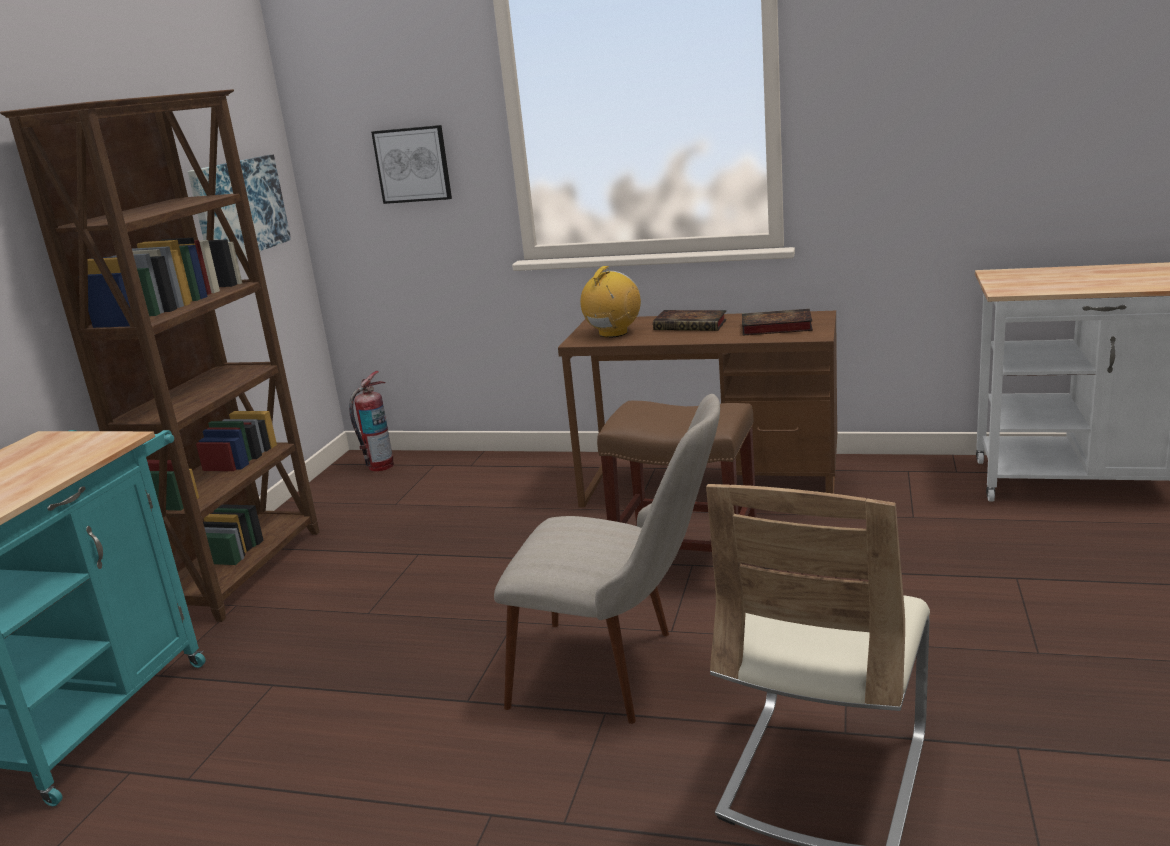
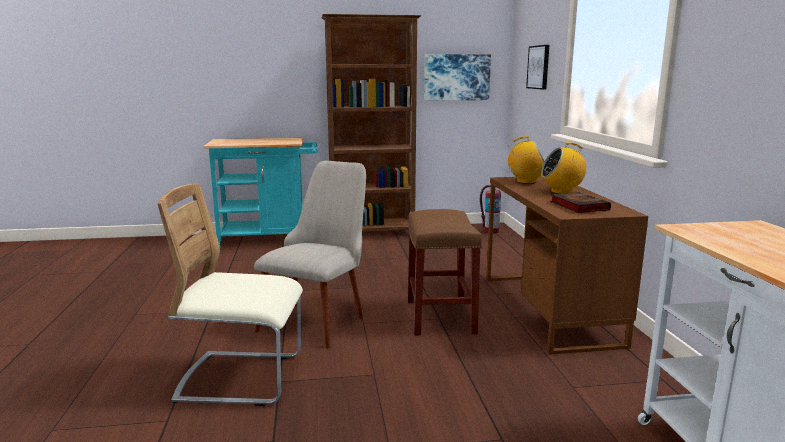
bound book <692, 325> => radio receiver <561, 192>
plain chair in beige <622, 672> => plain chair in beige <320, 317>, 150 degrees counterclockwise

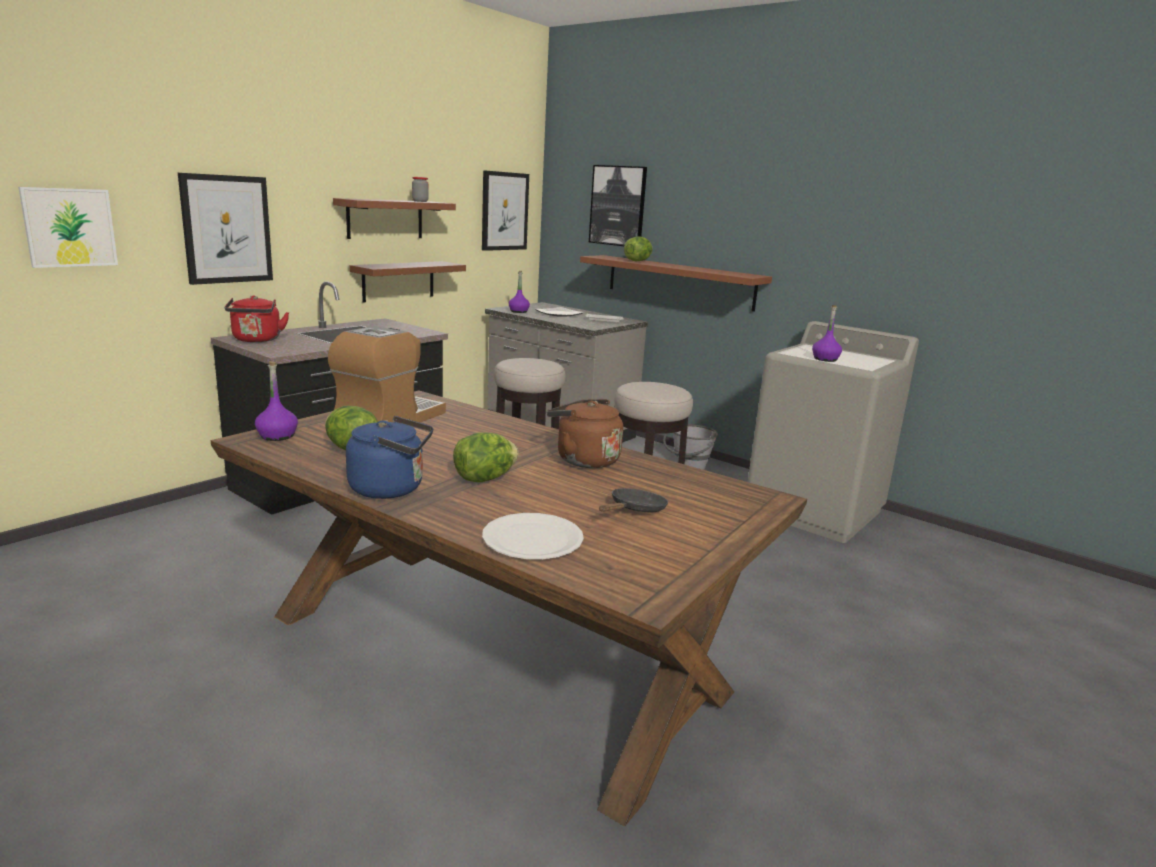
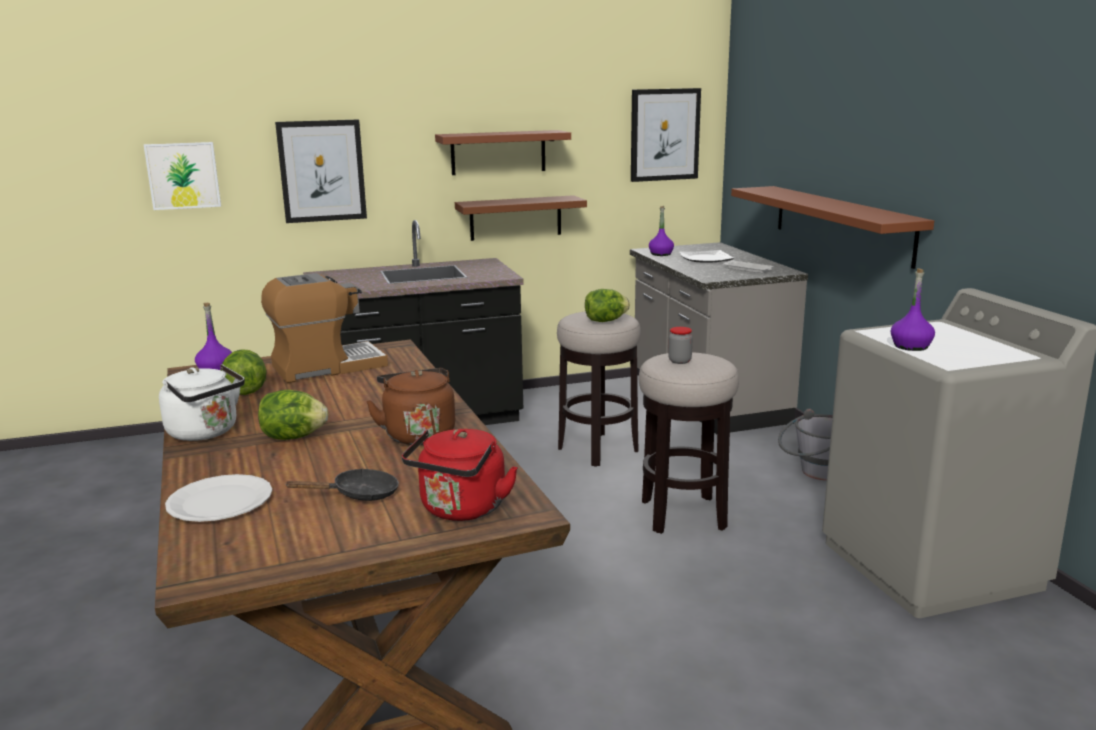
picture <618, 206> => nothing
water kettle in red <256, 340> => water kettle in red <461, 510>, moved
jar <420, 201> => jar <679, 361>, moved
lettuce <637, 261> => lettuce <605, 321>, moved
water kettle in blue <391, 489> => water kettle in white <206, 433>

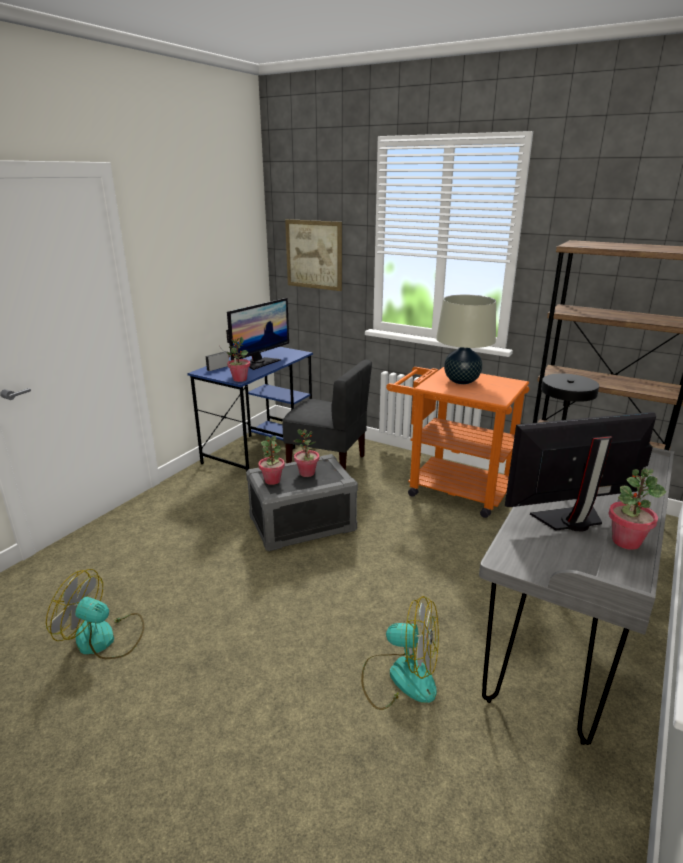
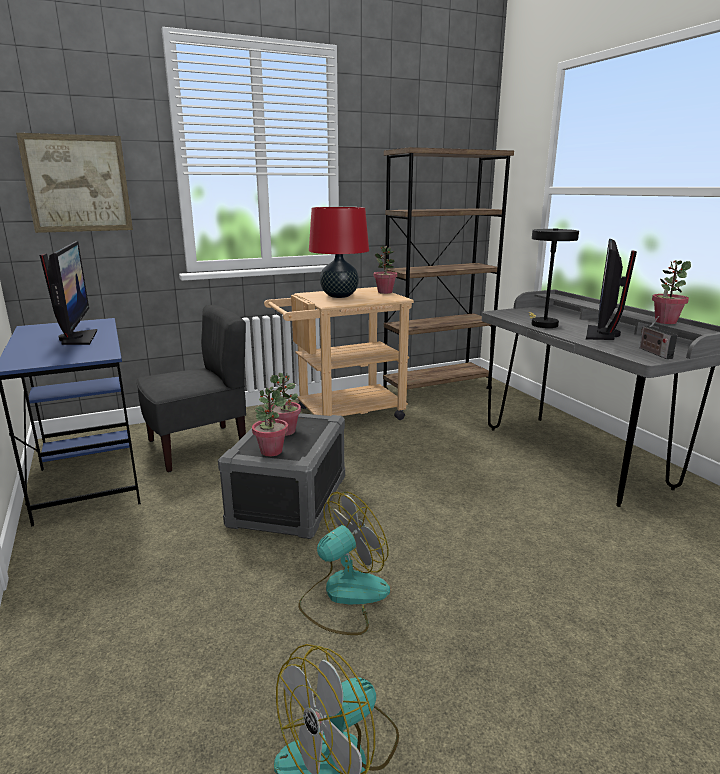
radio receiver <219, 367> => radio receiver <653, 352>, moved
houseplant <239, 379> => houseplant <385, 292>, moved
cooling fan <400, 677> => cooling fan <343, 596>, moved
trolley in orange <450, 488> => trolley in beige <341, 415>
tabletop lamp in beige <461, 381> => tabletop lamp in red <339, 296>

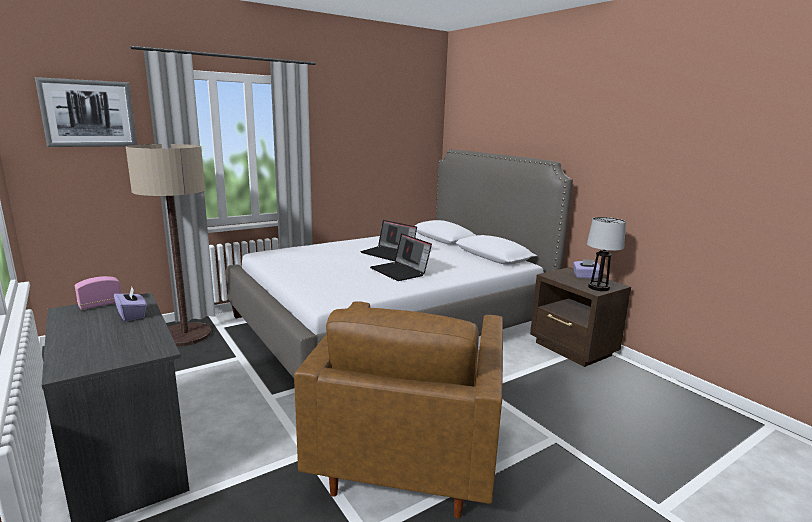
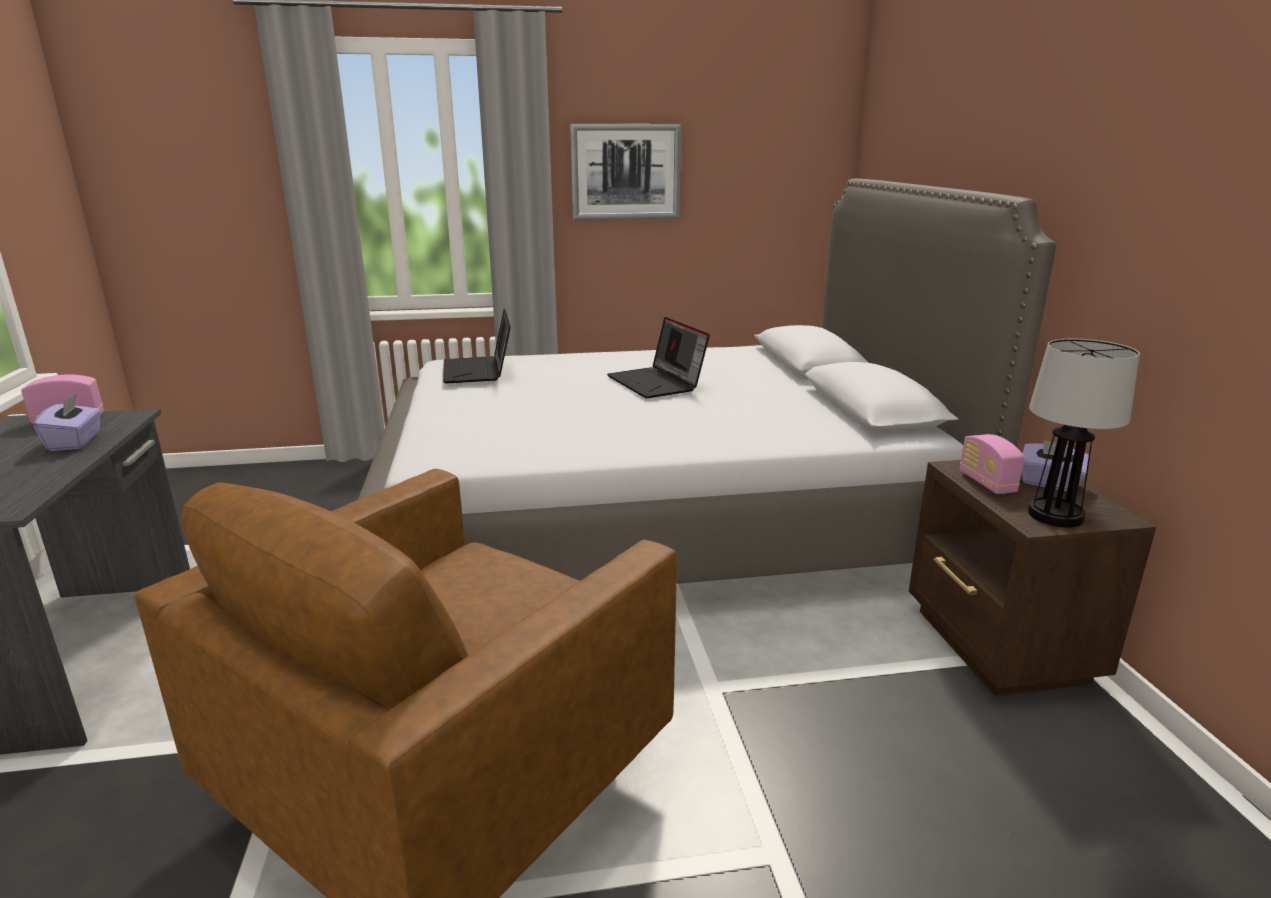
standard lamp <185, 335> => nothing
nothing => radio receiver <986, 483>
picture <89, 113> => picture <625, 172>, moved
laptop <400, 271> => laptop <479, 371>, moved

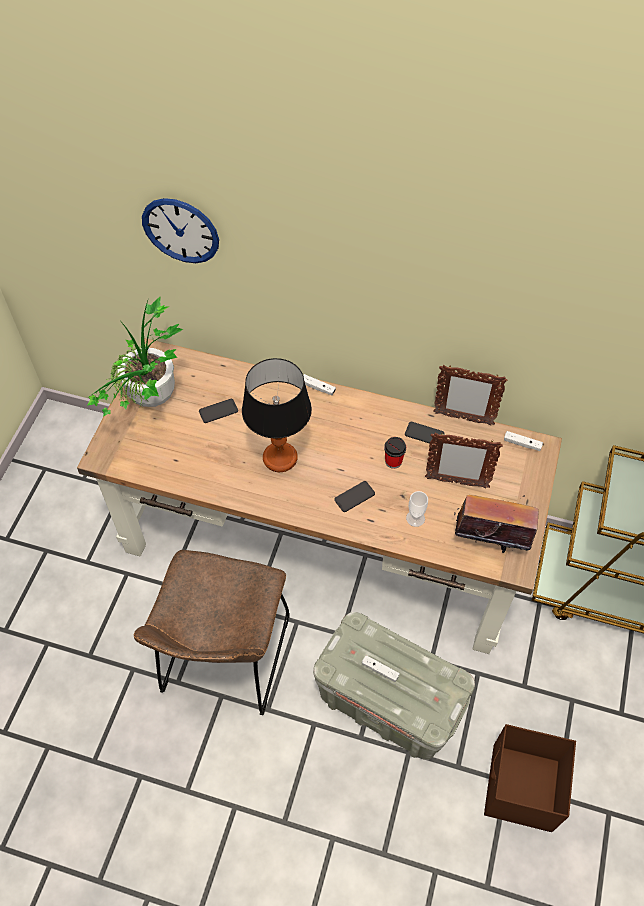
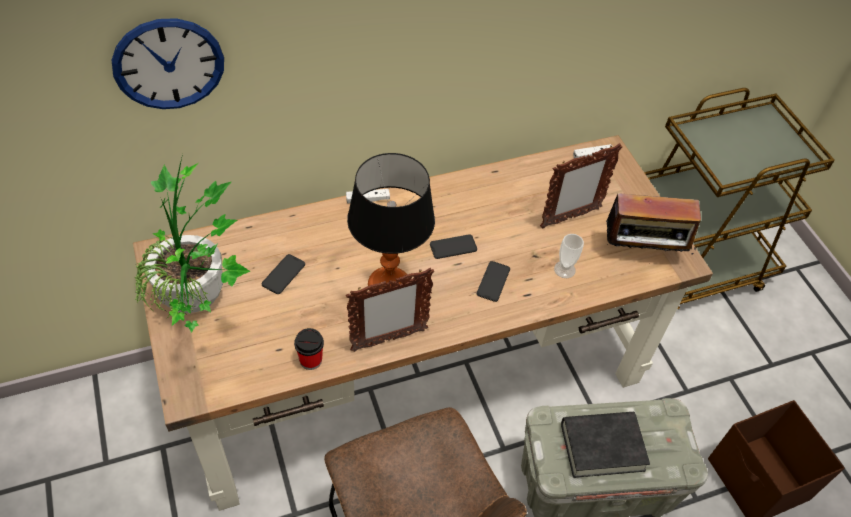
drinking cup <393, 461> => drinking cup <311, 360>, moved
handset <424, 434> => handset <453, 247>, moved
standing frame <462, 418> => standing frame <388, 340>, moved
game controller in white <380, 670> => bound book in black <602, 447>
radio receiver <489, 540> => radio receiver <642, 252>, 150 degrees counterclockwise

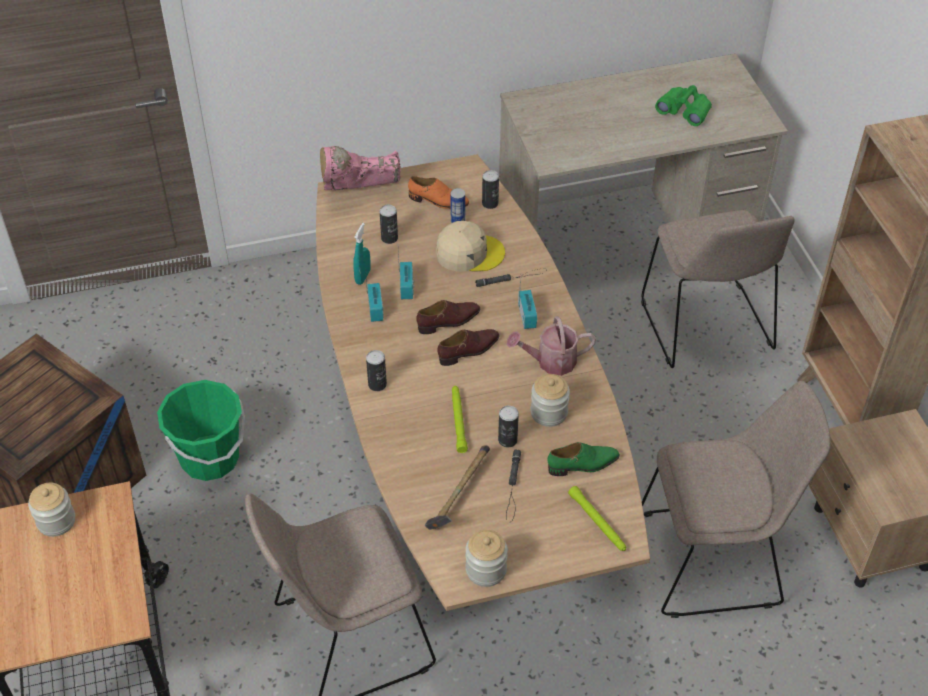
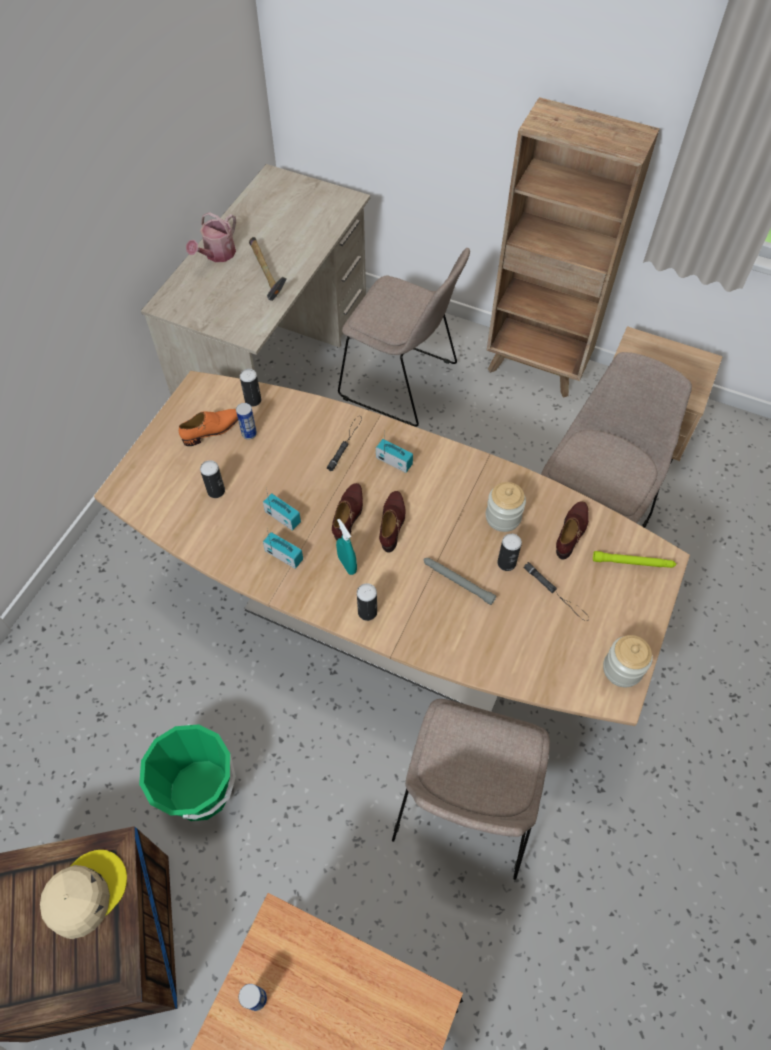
tall boot in pink <358, 193> => nothing
field glasses in green <685, 110> => nothing
spray bottle in blue-green <363, 277> => spray bottle in blue-green <347, 564>, moved
hand hammer <459, 496> => hand hammer <266, 275>, moved
cap in beige <469, 253> => cap in beige <85, 893>, moved
watering pot <550, 362> => watering pot <217, 255>, moved
jar <56, 521> => can <256, 999>
flashlight in green <458, 420> => flashlight in grey <457, 582>
low shoe in green <583, 465> => low shoe in brown-coloured <571, 532>

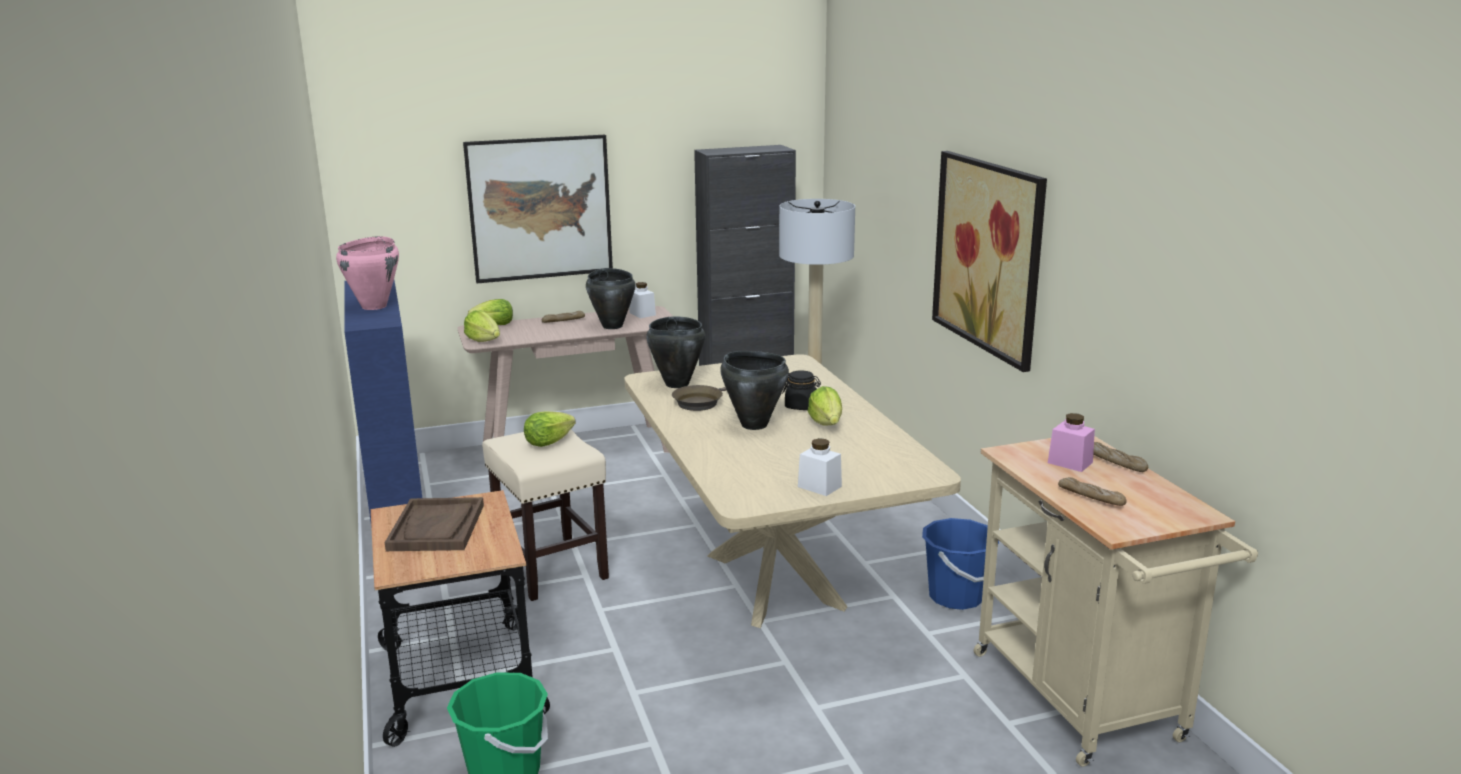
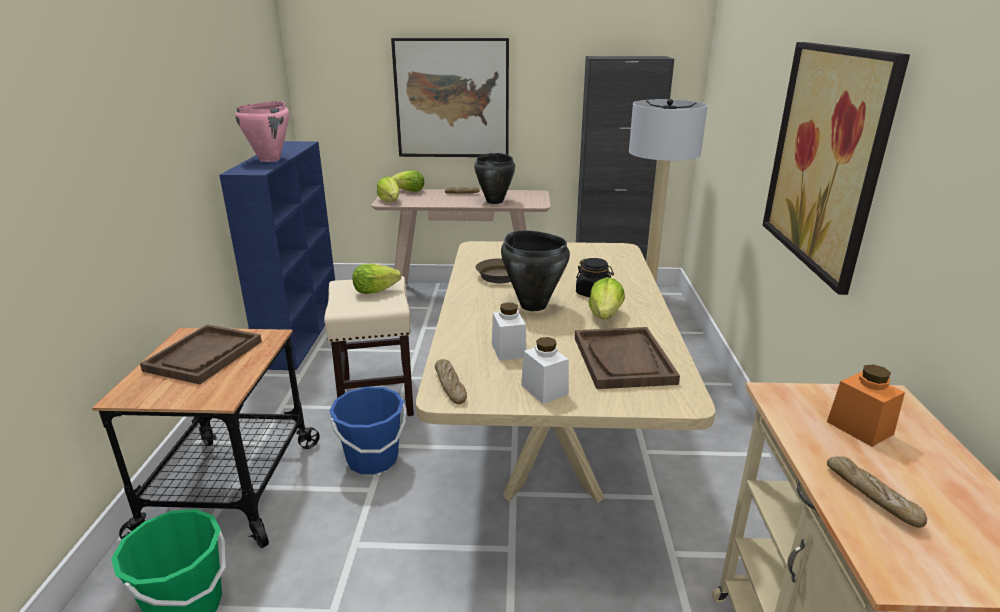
saucepot in black <676, 384> => nothing
nothing => carrying tray in brown-coloured <623, 360>
jar in white <642, 314> => jar in white <508, 350>, moved
water bucket in blue <956, 596> => water bucket in blue <372, 459>, moved
baked bread <1115, 462> => baked bread <450, 386>, moved
jar in pink <1070, 462> => jar in orange <859, 428>

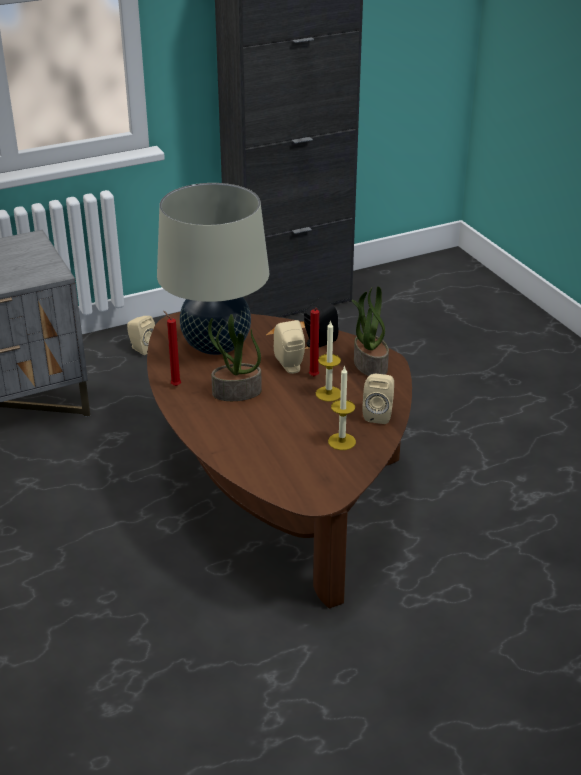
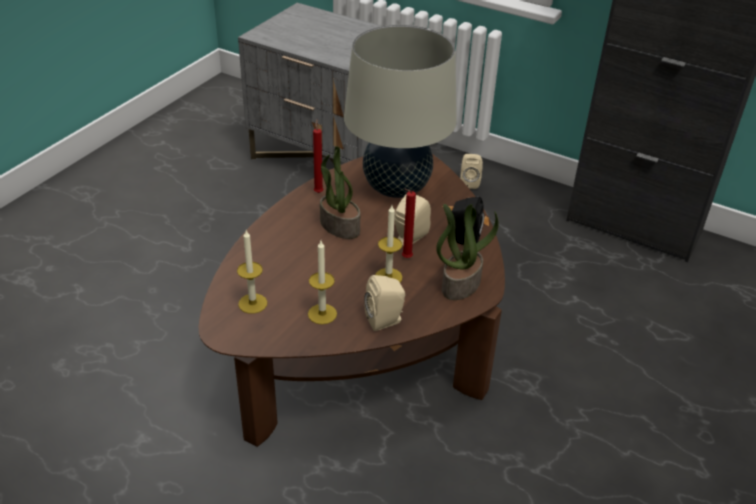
nothing => wax light <252, 303>

